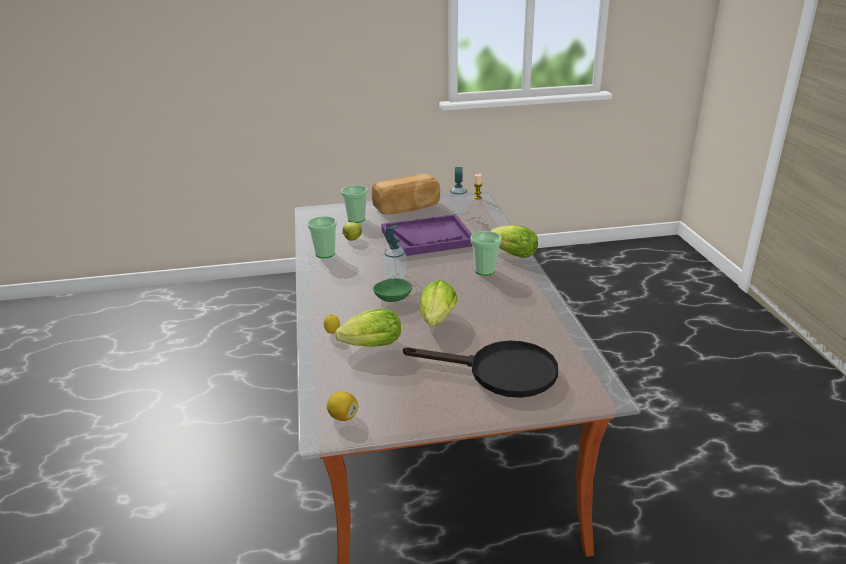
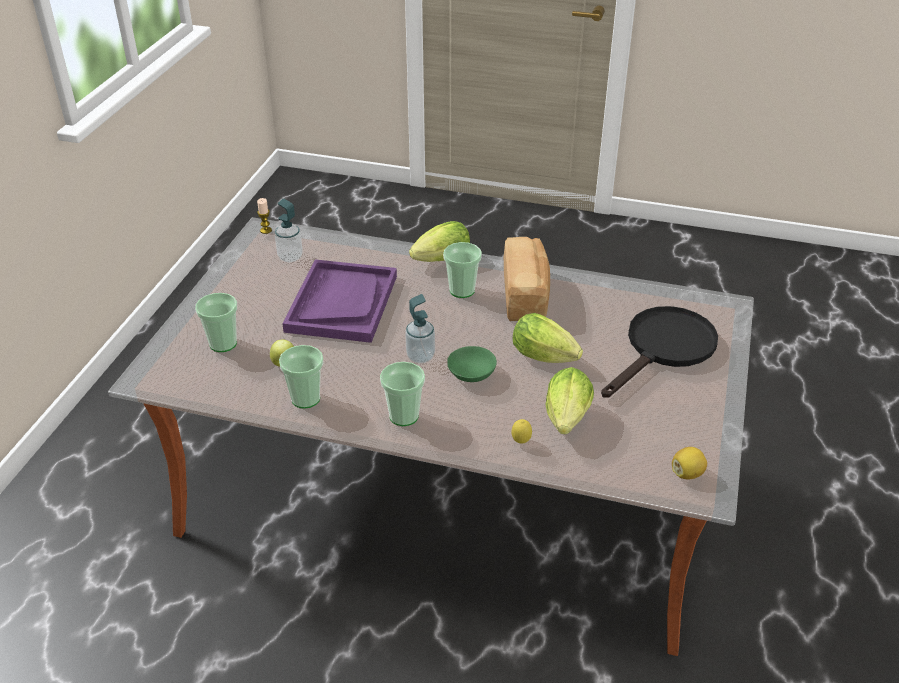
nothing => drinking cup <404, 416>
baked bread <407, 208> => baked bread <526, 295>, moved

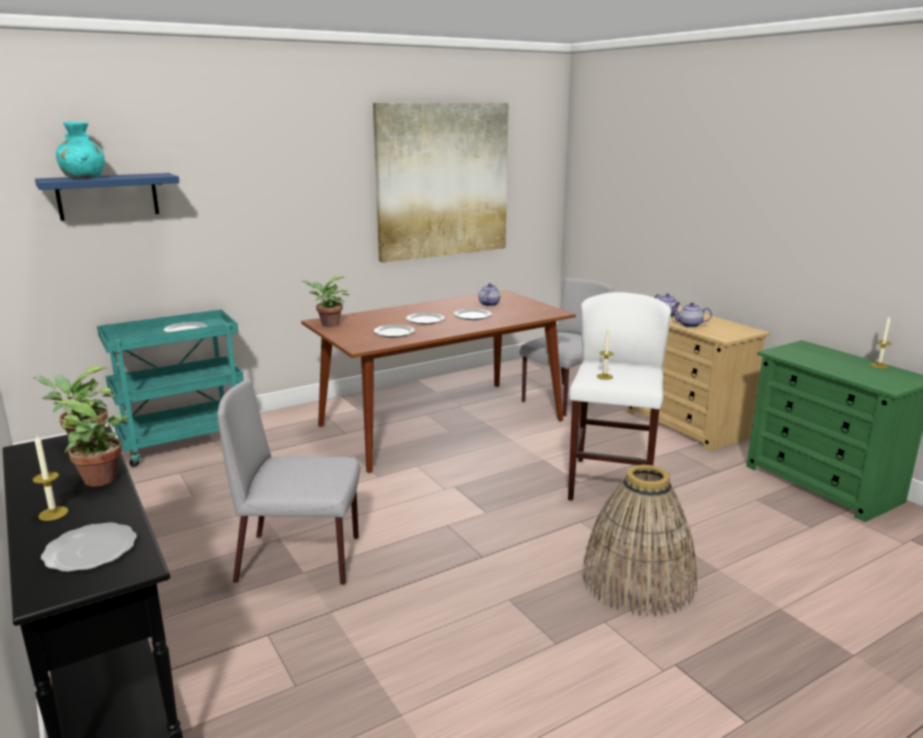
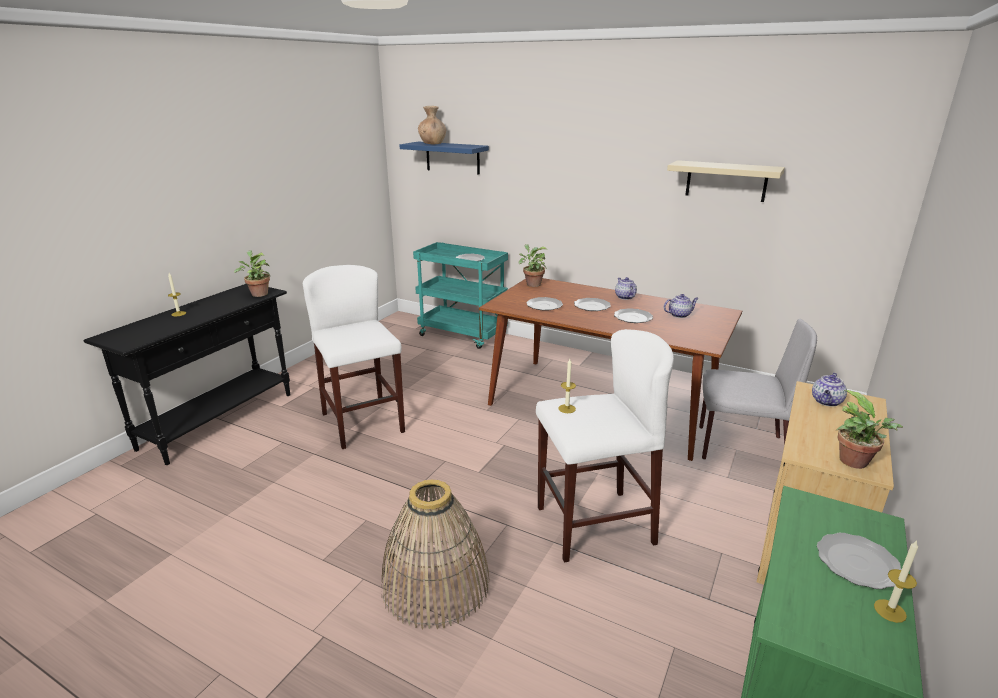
plate <90, 551> => plate <857, 563>, moved
houseplant <105, 479> => houseplant <856, 463>, moved
tea pot <689, 325> => tea pot <624, 297>, moved
plain chair in grey <301, 559> => stool seat in white <362, 423>
picture <442, 181> => shelf in beige <726, 181>
decorative vase in blue-green <84, 177> => decorative vase in brown-coloured <432, 143>

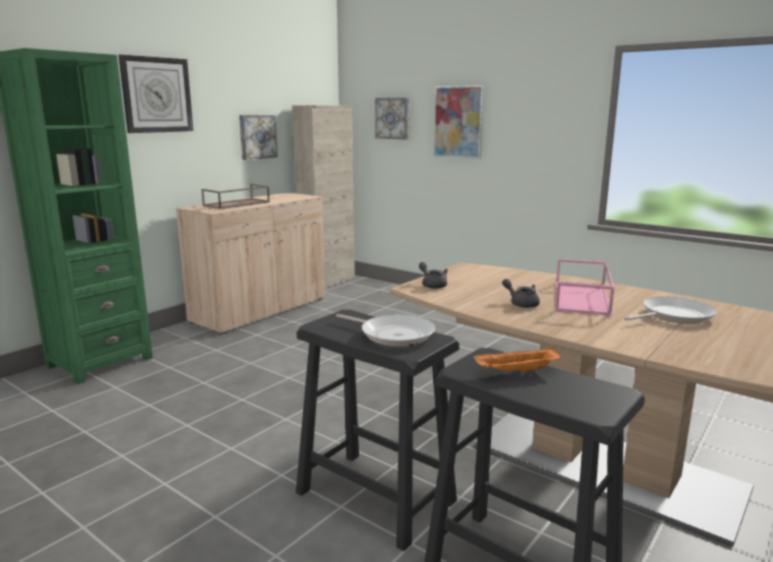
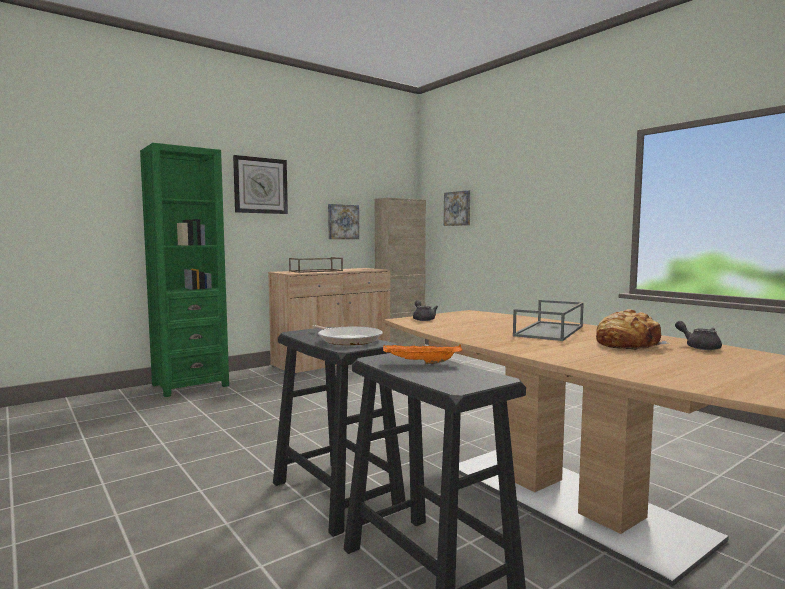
picture <458, 122> => nothing
tea pot in grey <521, 303> => tea pot in grey <699, 347>, moved
pan <673, 315> => baked bread <627, 344>
carrying tray in pink <582, 298> => carrying tray in grey <550, 331>

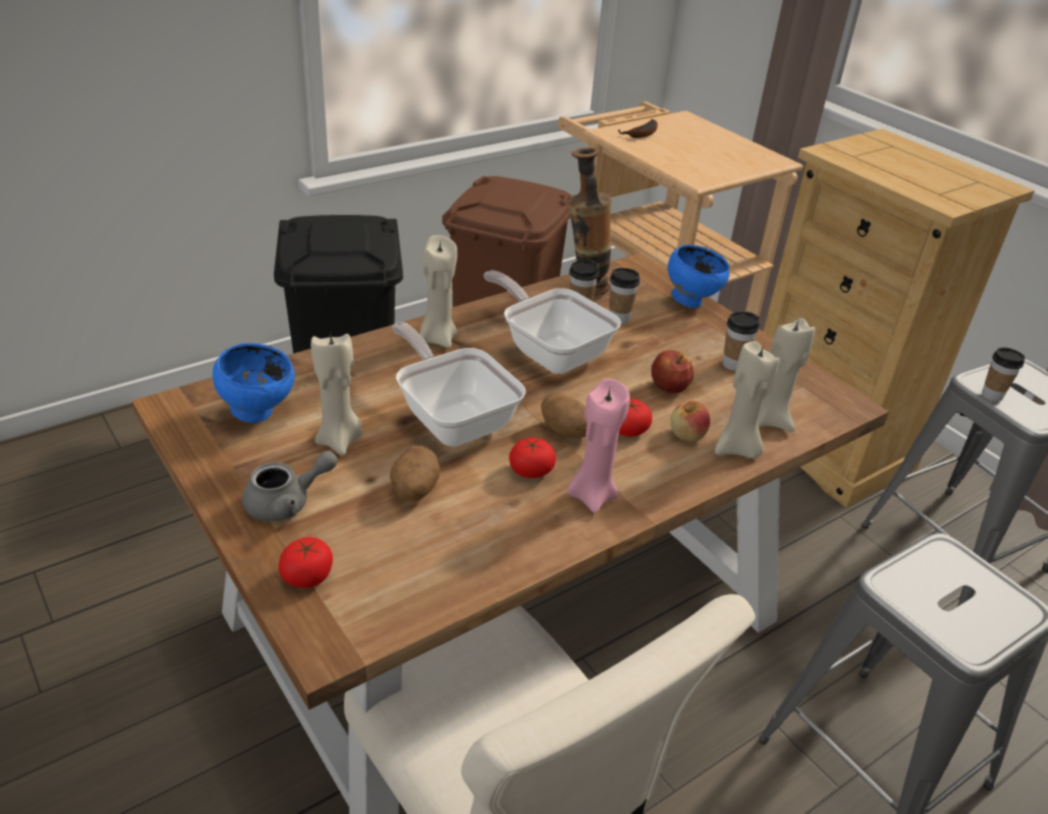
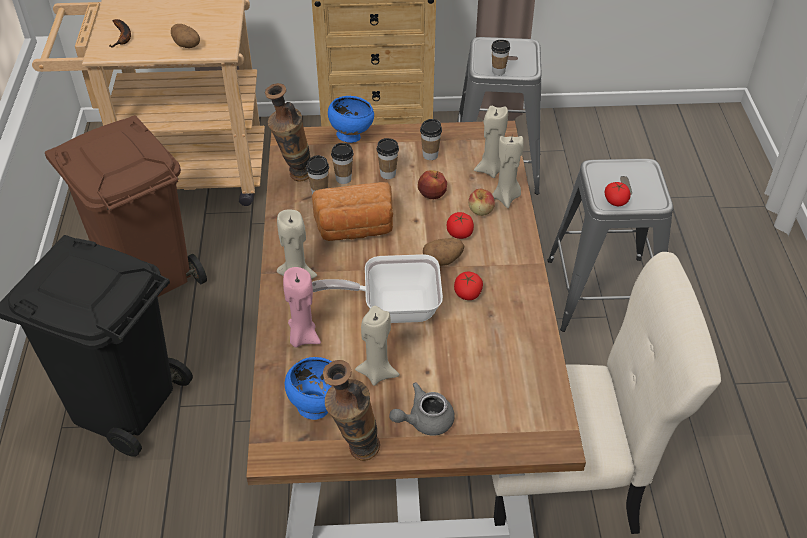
nothing => decorative vase <355, 453>
nothing => drinking cup <388, 174>
fresh tomato <307, 576> => fresh tomato <616, 201>, moved
potato <414, 490> => potato <187, 45>, moved
wax light in pink <592, 495> => wax light in pink <302, 337>, moved
pan <550, 351> => baked bread <355, 229>
tea pot in grey <287, 503> => tea pot in grey <424, 420>, 120 degrees counterclockwise

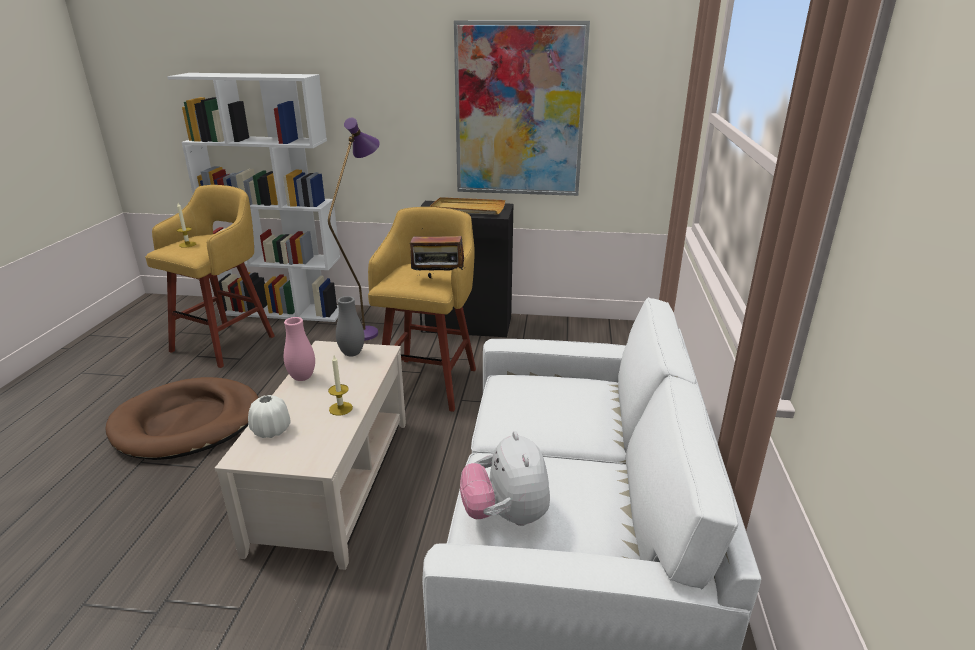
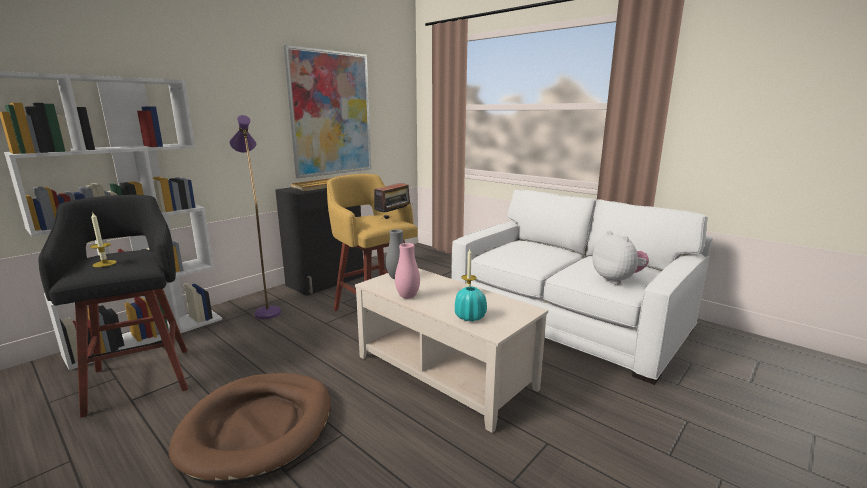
stool seat in yellowish <226, 342> => stool seat in black <141, 377>
decorative vase in white <271, 430> => decorative vase in blue-green <470, 317>
cuddly toy <506, 515> => cuddly toy <617, 280>, 135 degrees counterclockwise

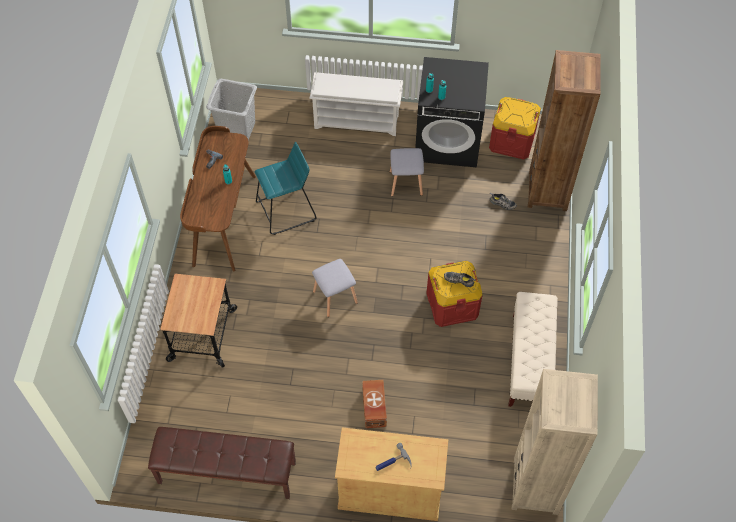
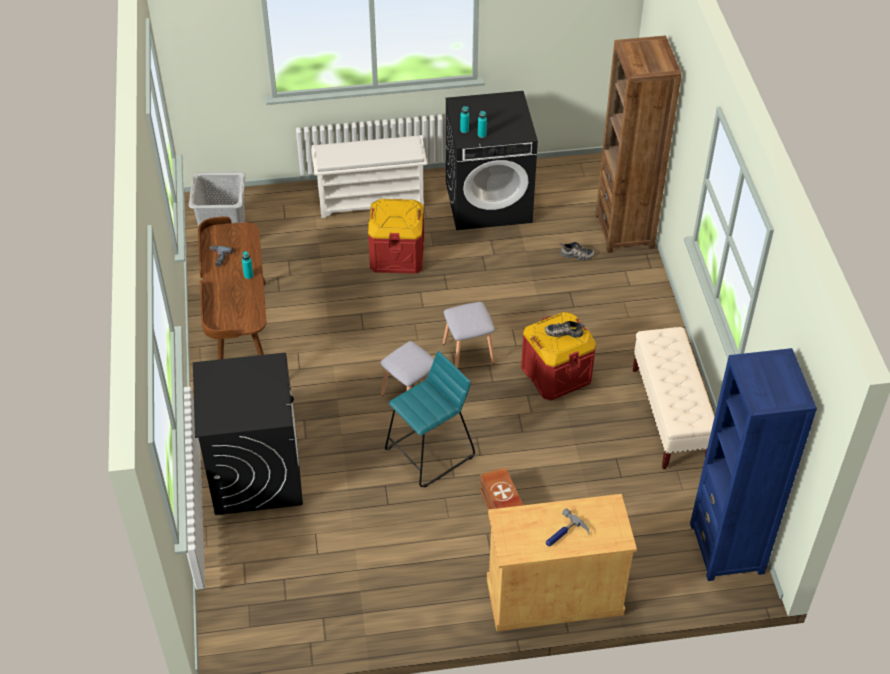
bench in brown-coloured <226, 473> => nothing
stool seat in blue-green <286, 211> => stool seat in blue-green <430, 453>, moved
stool seat in grey <406, 184> => stool seat in grey <469, 353>, moved
storage bin in red <512, 140> => storage bin in red <397, 255>, moved
trolley <202, 334> => washing machine in black <256, 472>
bookshelf in beige <535, 486> => bookshelf in blue <727, 548>

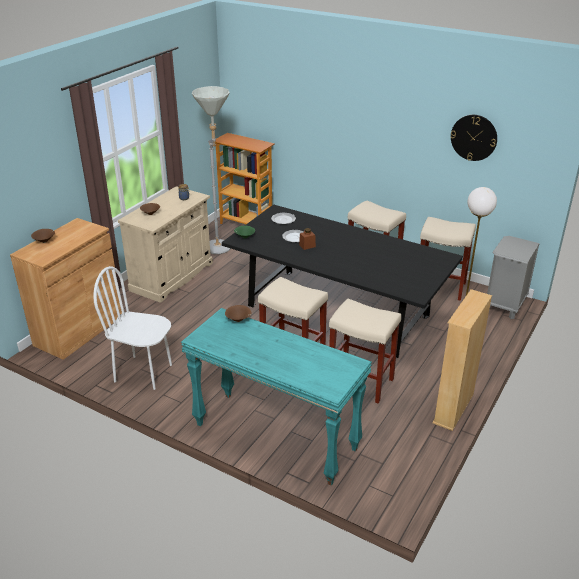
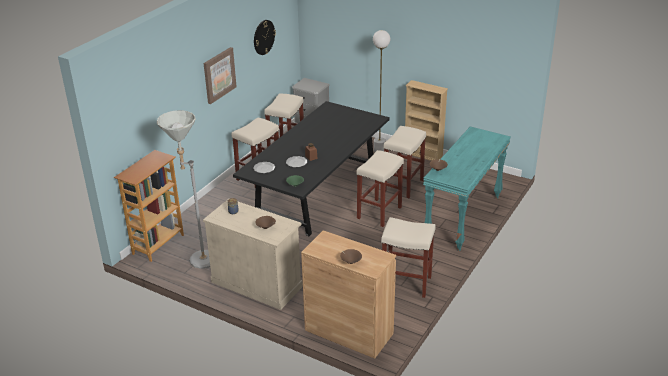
nothing => picture <219, 75>
plain chair in white <143, 372> => stool seat in beige <405, 283>

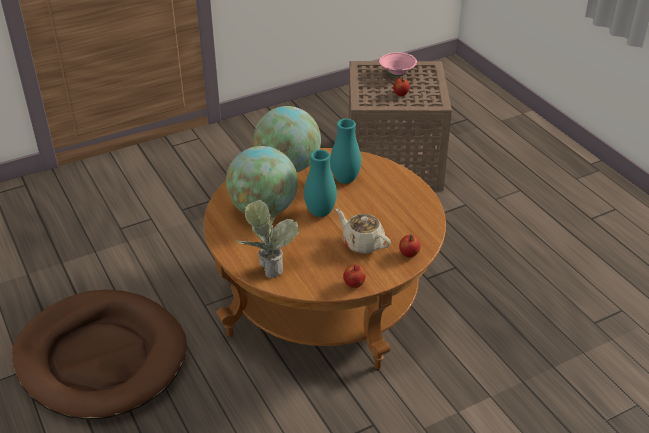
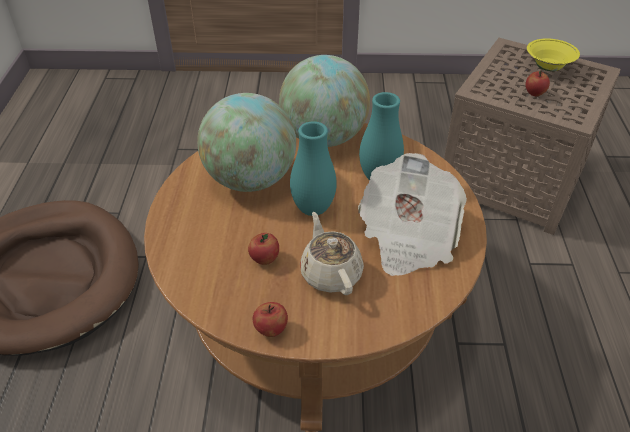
houseplant <268, 267> => nothing
nothing => printed paper <408, 236>
apple <409, 254> => apple <264, 259>, moved
deep dish in pink <397, 74> => deep dish in yellowish <548, 68>

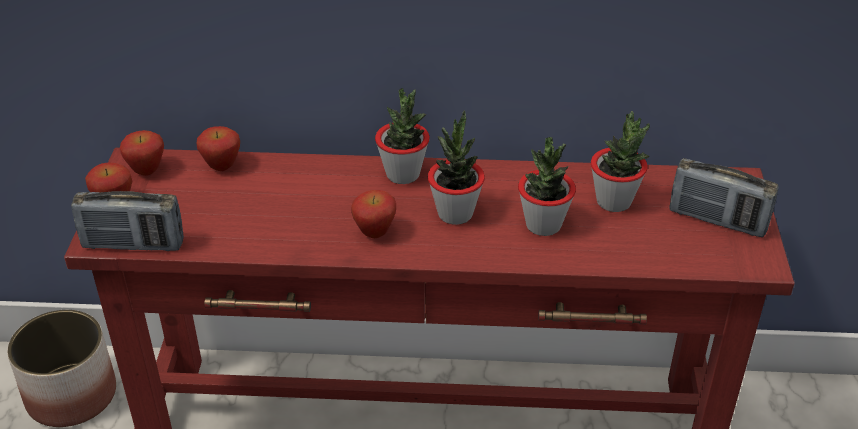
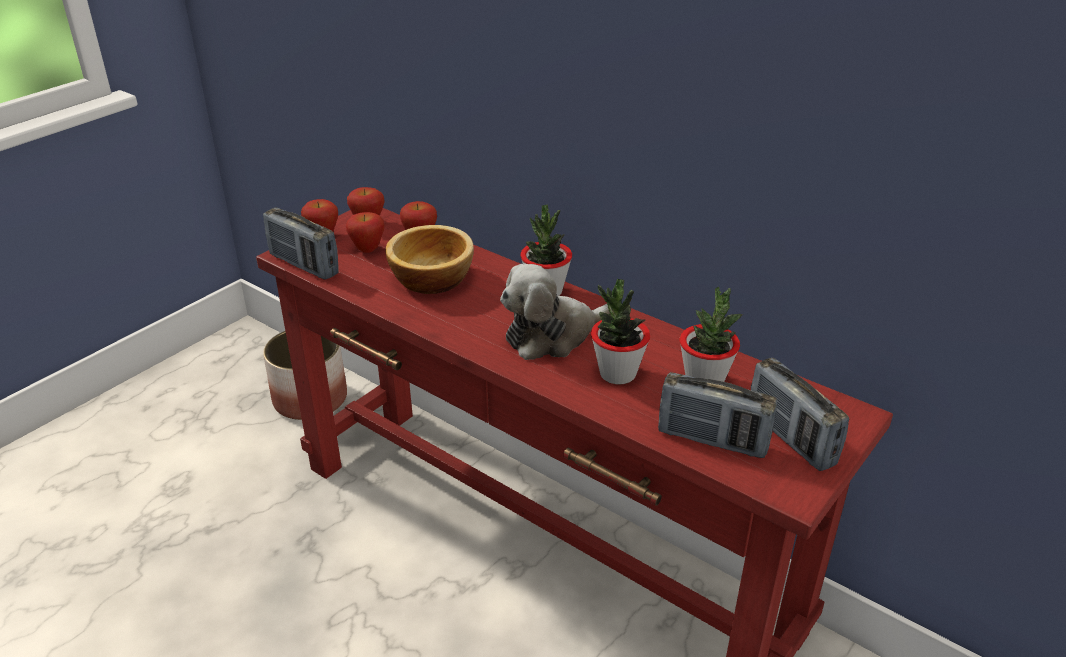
nothing => deep dish <431, 278>
nothing => radio receiver <712, 440>
apple <374, 233> => apple <368, 249>, moved
houseplant <455, 213> => cuddly toy <553, 335>

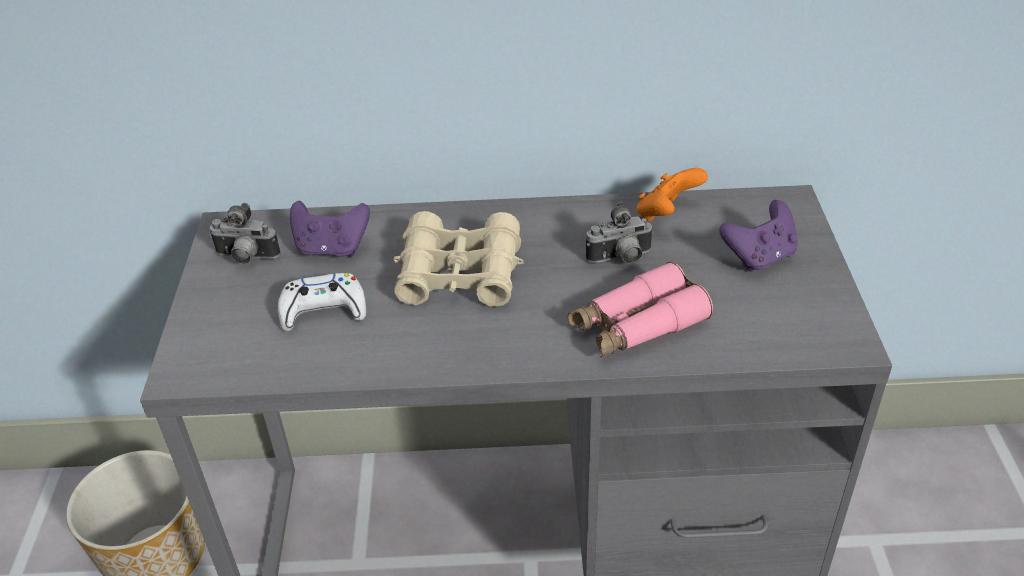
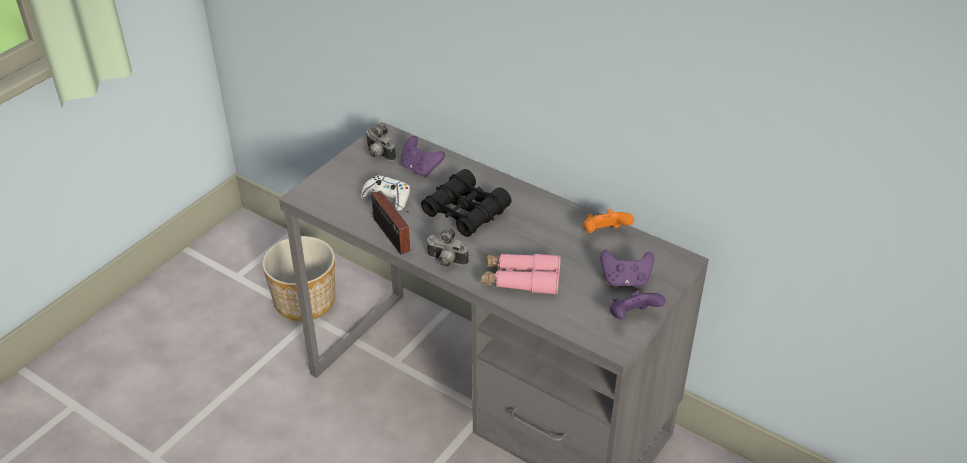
nothing => radio receiver <392, 237>
nothing => game controller in purple-coloured <632, 317>
still camera <620, 259> => still camera <446, 262>, moved
field glasses in beige <460, 274> => field glasses in black <465, 212>

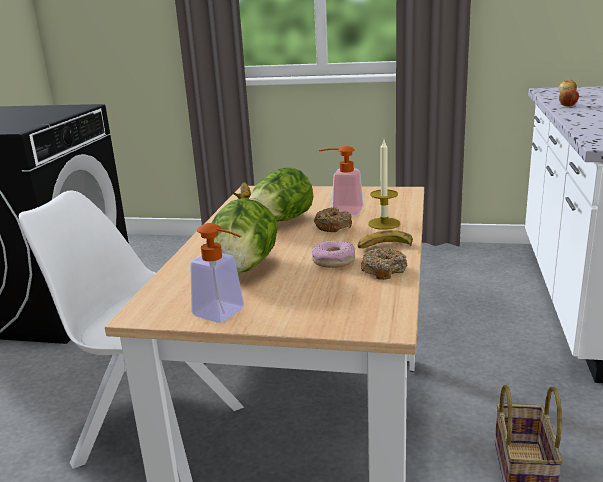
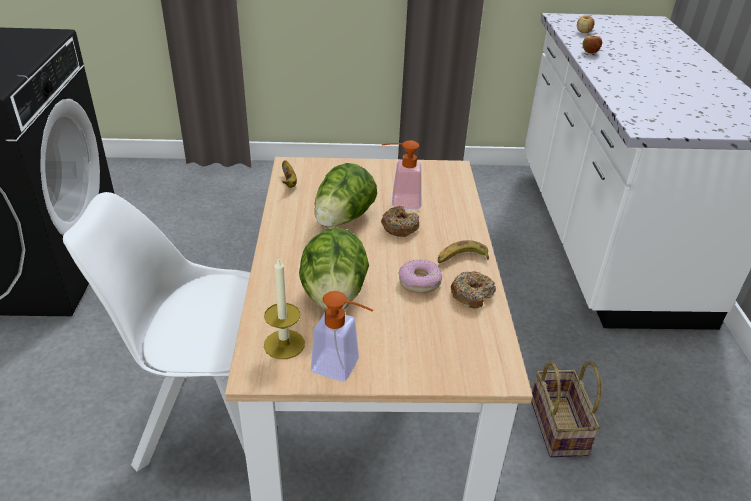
wax light <384, 223> => wax light <284, 344>, moved

